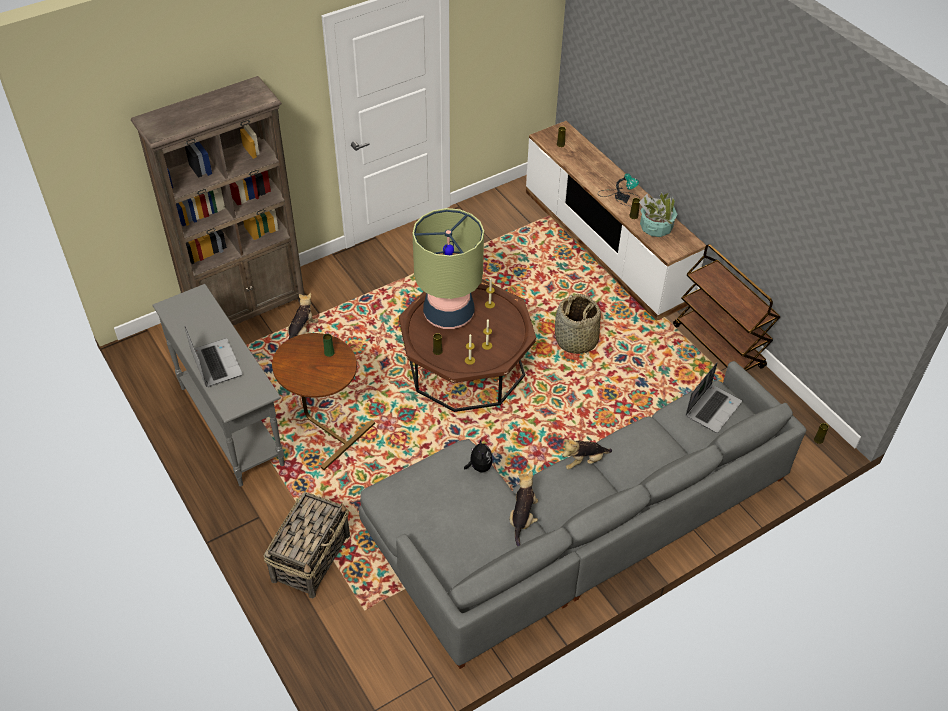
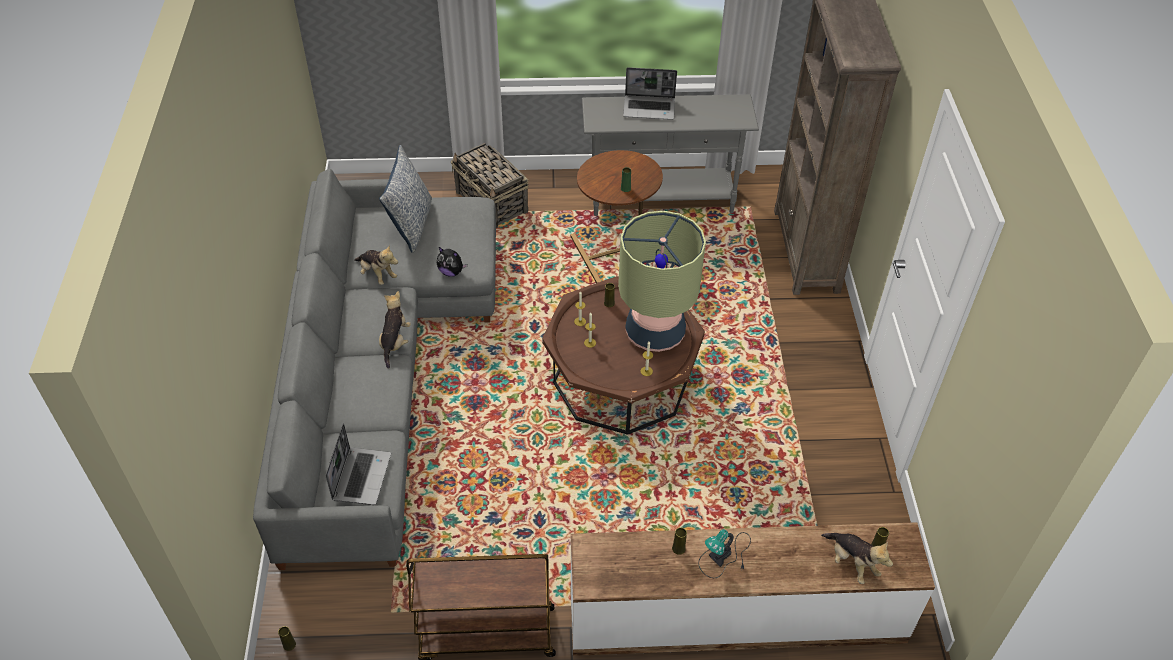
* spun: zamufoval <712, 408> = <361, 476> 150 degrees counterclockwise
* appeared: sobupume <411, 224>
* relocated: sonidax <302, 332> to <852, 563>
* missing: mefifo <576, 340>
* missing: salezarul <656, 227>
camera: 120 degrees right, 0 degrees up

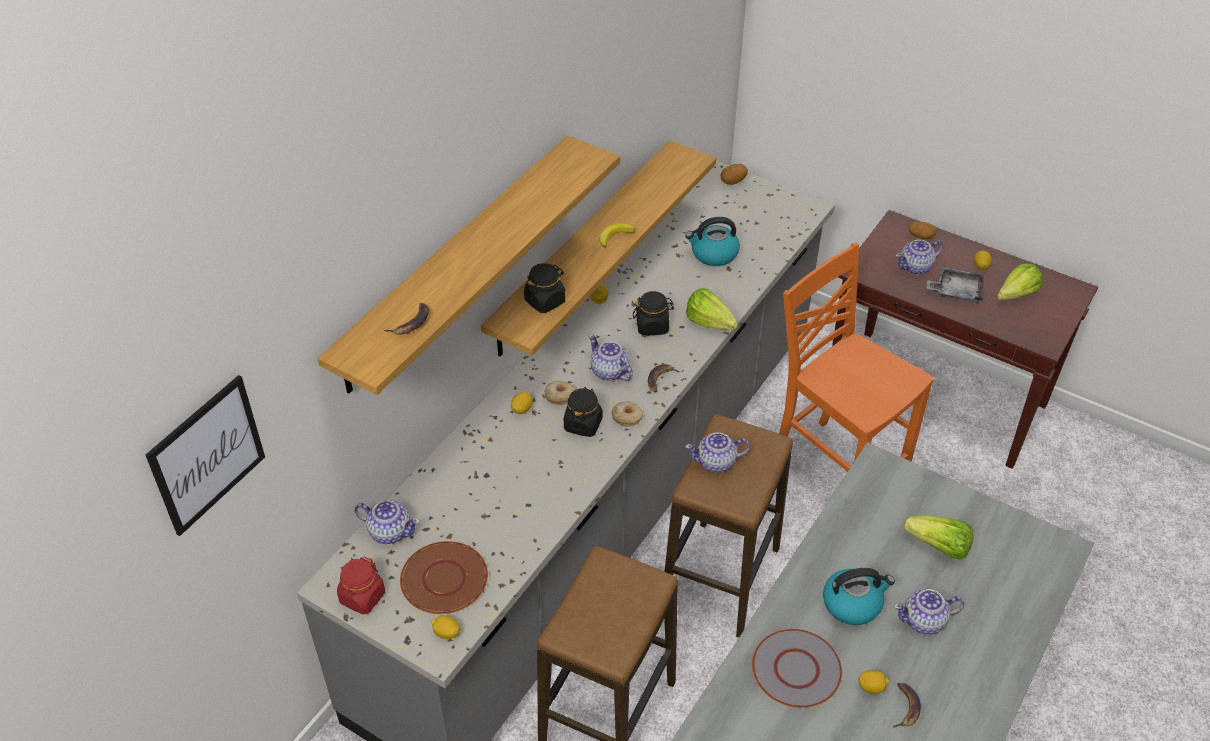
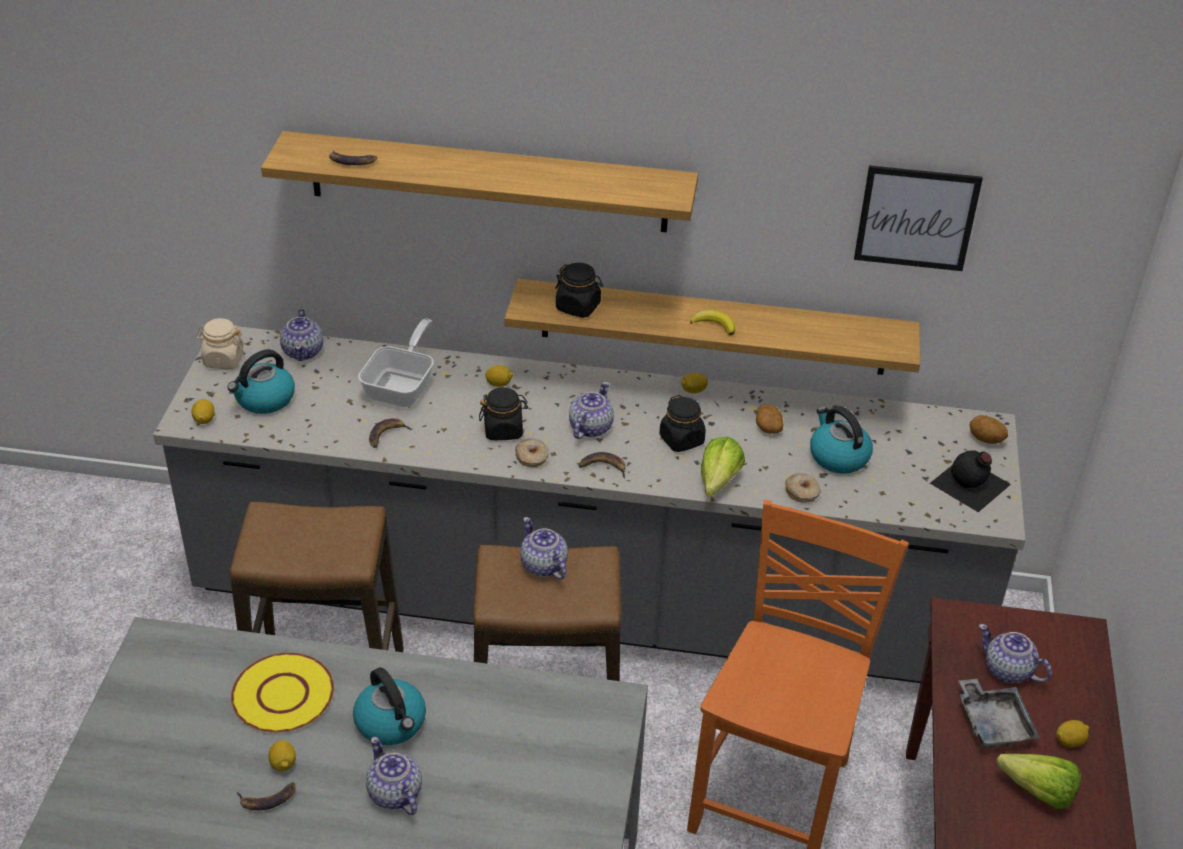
* colour: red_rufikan <362, 597> to beige_rufikan <223, 360>
* exchanged: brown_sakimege <444, 578> to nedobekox <264, 399>
* colour: grey_sakimege <797, 669> to yellow_sakimege <283, 695>
* appeared: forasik <403, 386>
* appeared: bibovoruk <386, 435>
* relocated: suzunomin <921, 236> to <768, 426>
* relocated: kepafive <560, 396> to <802, 493>
* relocated: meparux <207, 455> to <916, 218>
* appeared: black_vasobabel <970, 484>
* missing: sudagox <938, 547>
camera: 65 degrees right, 5 degrees down

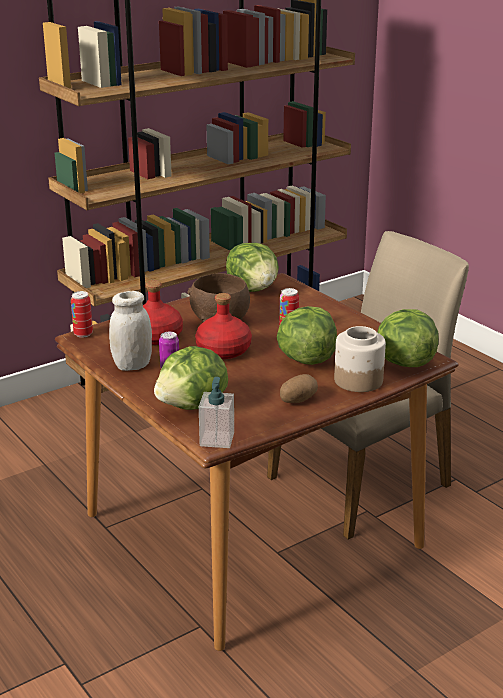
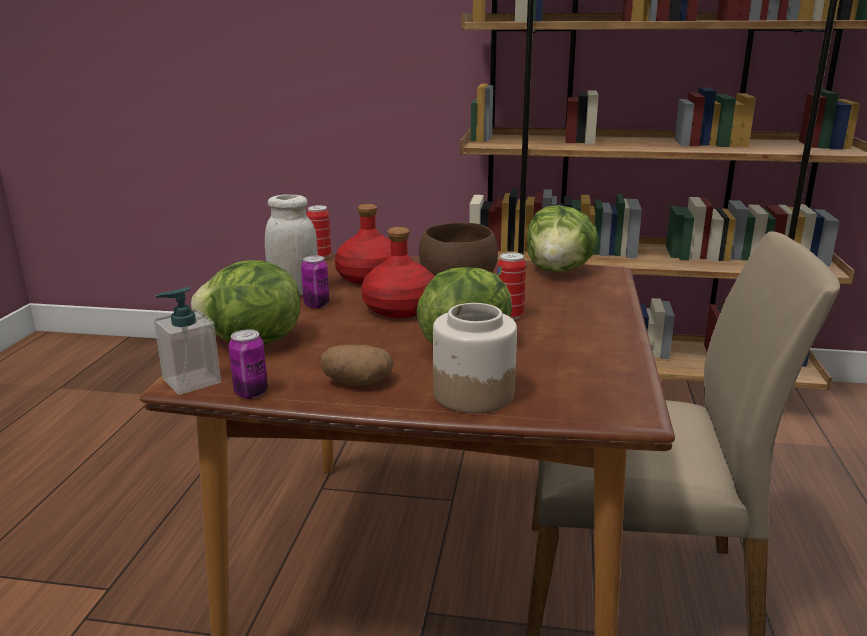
* appeared: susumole <251, 393>
* missing: sudagox <403, 362>
camera: 45 degrees right, 5 degrees down

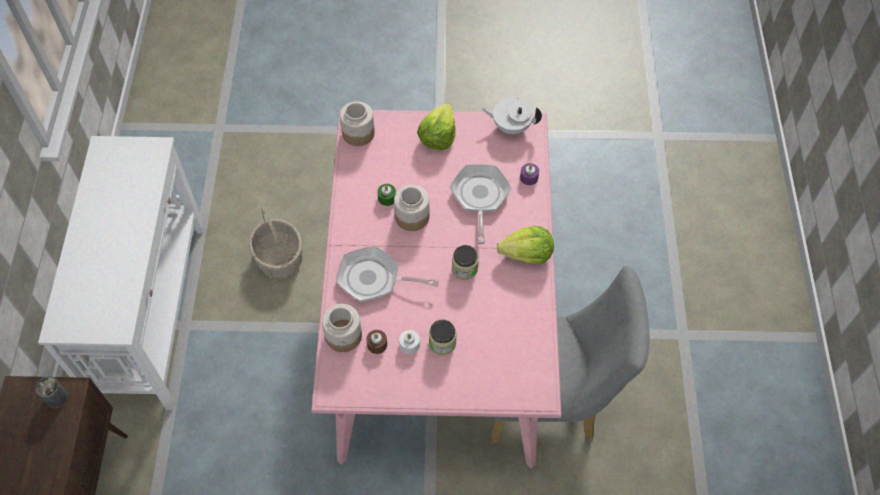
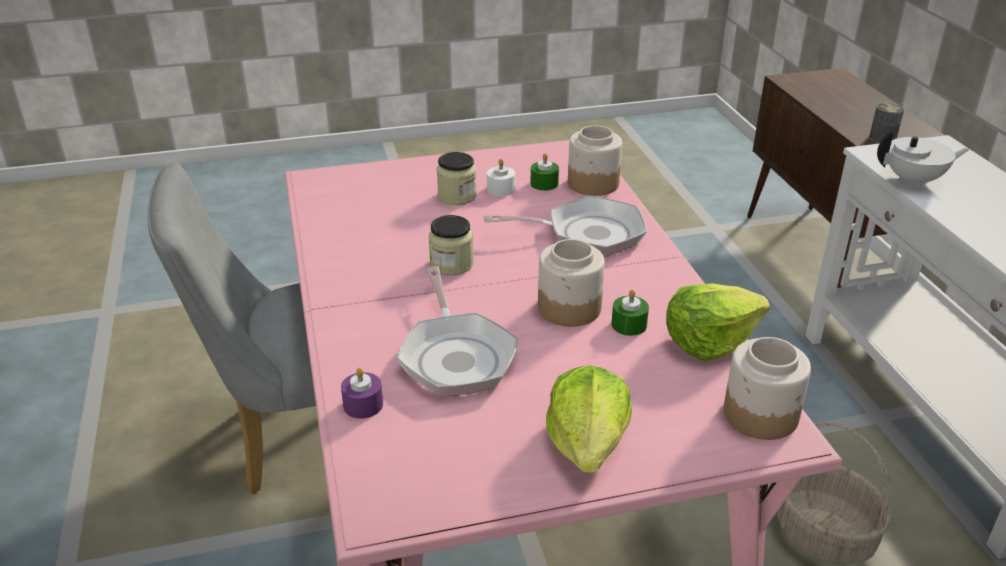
* colour: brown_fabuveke <377, 344> to green_fabuveke <544, 184>
* relocated: sudagox <527, 254> to <709, 341>
* relocated: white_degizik <511, 126> to <914, 181>
camera: 165 degrees right, 25 degrees down

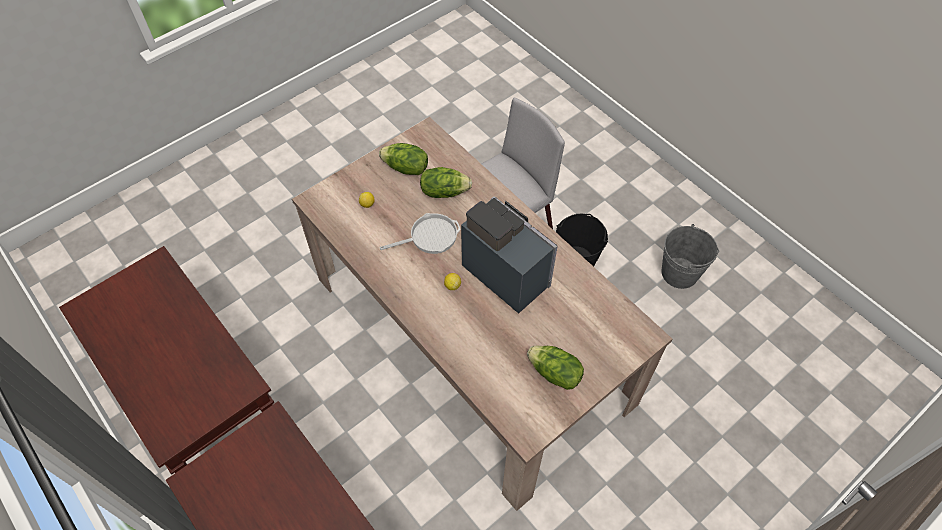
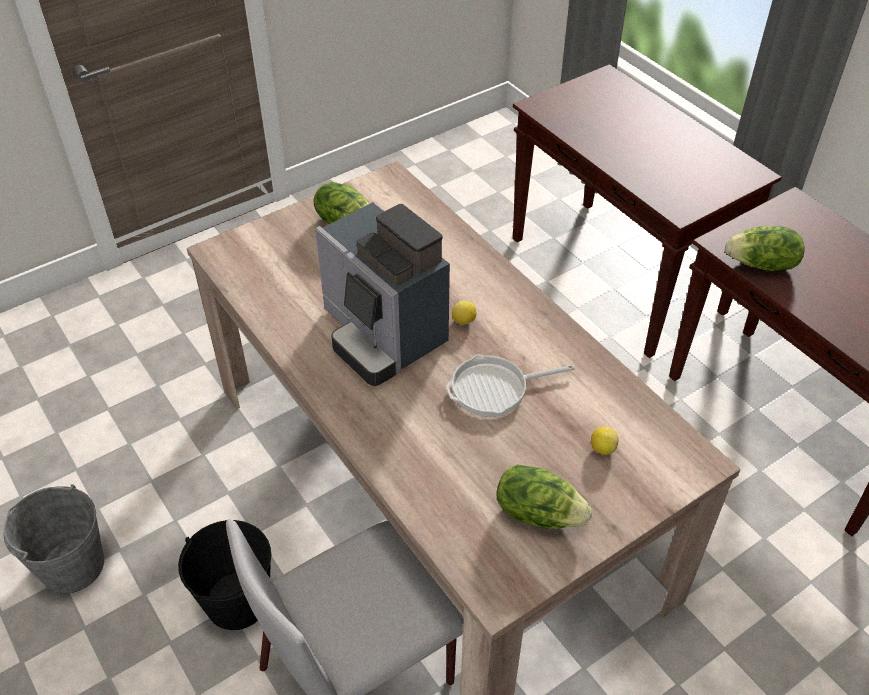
* relocated: sudagox <444, 191> to <762, 265>
camera: 175 degrees left, 10 degrees down

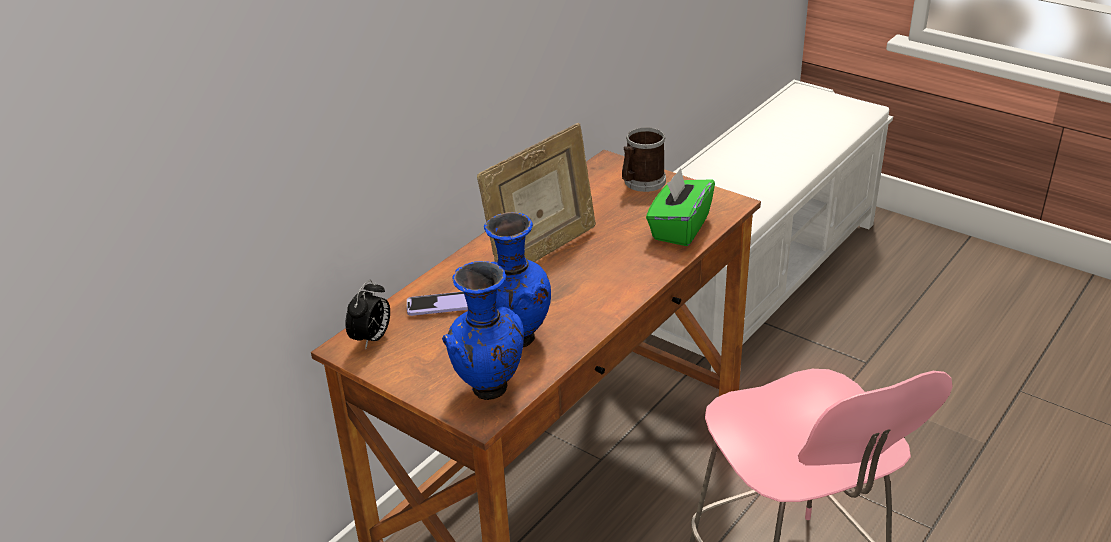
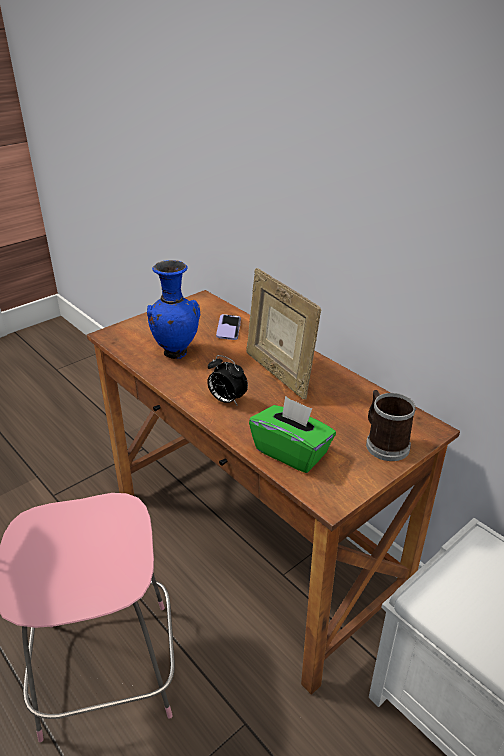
* relocated: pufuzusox <372, 339> to <226, 400>
* missing: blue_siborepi <489, 392>
camera: 100 degrees right, 0 degrees up

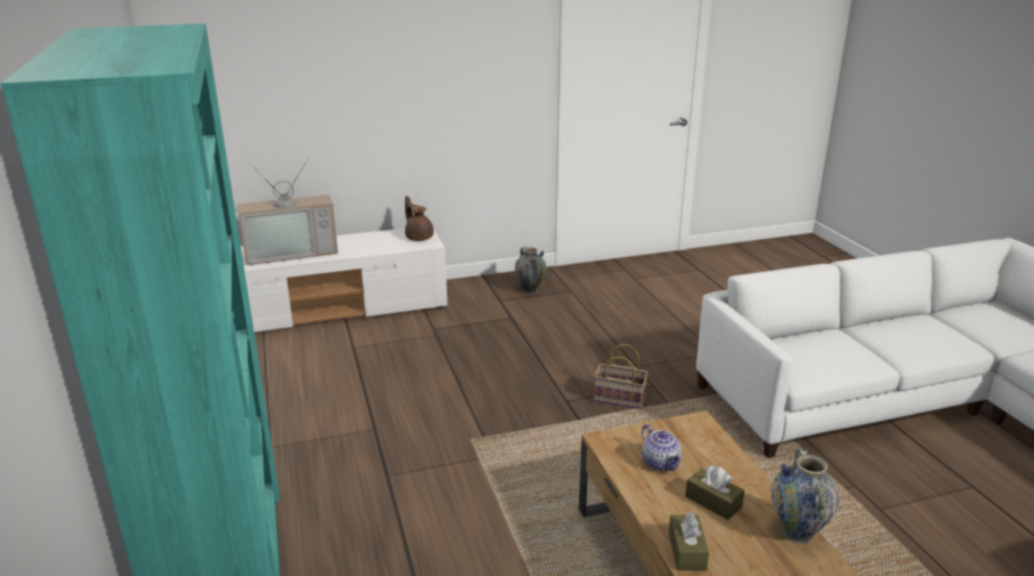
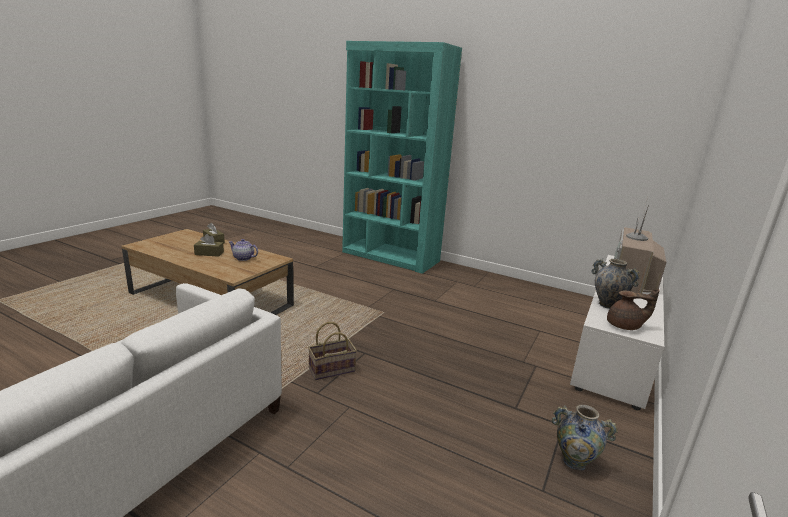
* relocated: siborepi <797, 532> to <607, 305>
camera: 135 degrees right, 5 degrees down

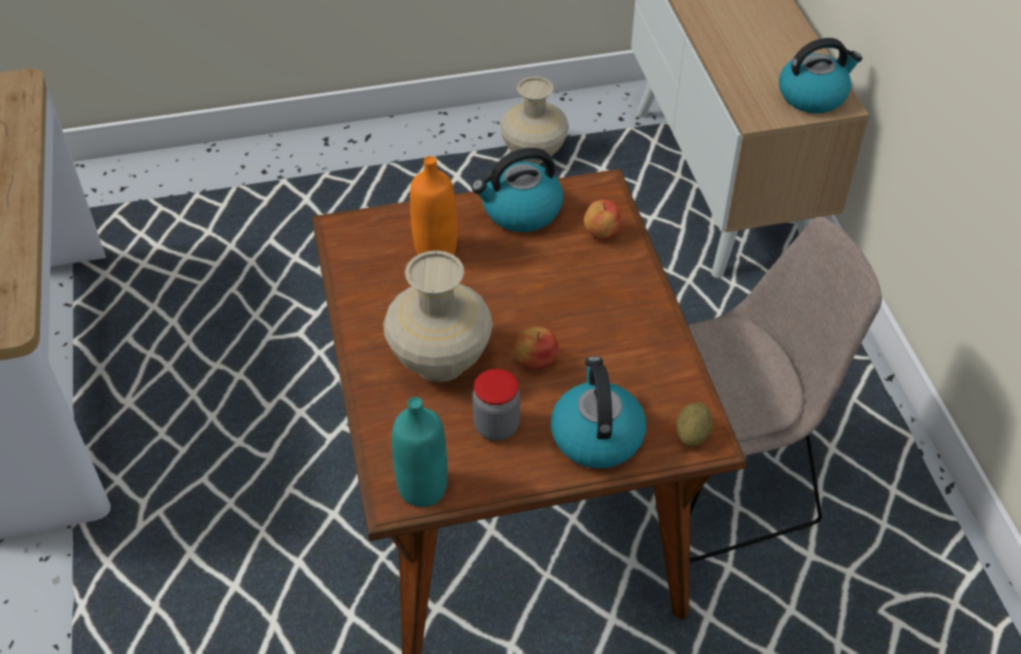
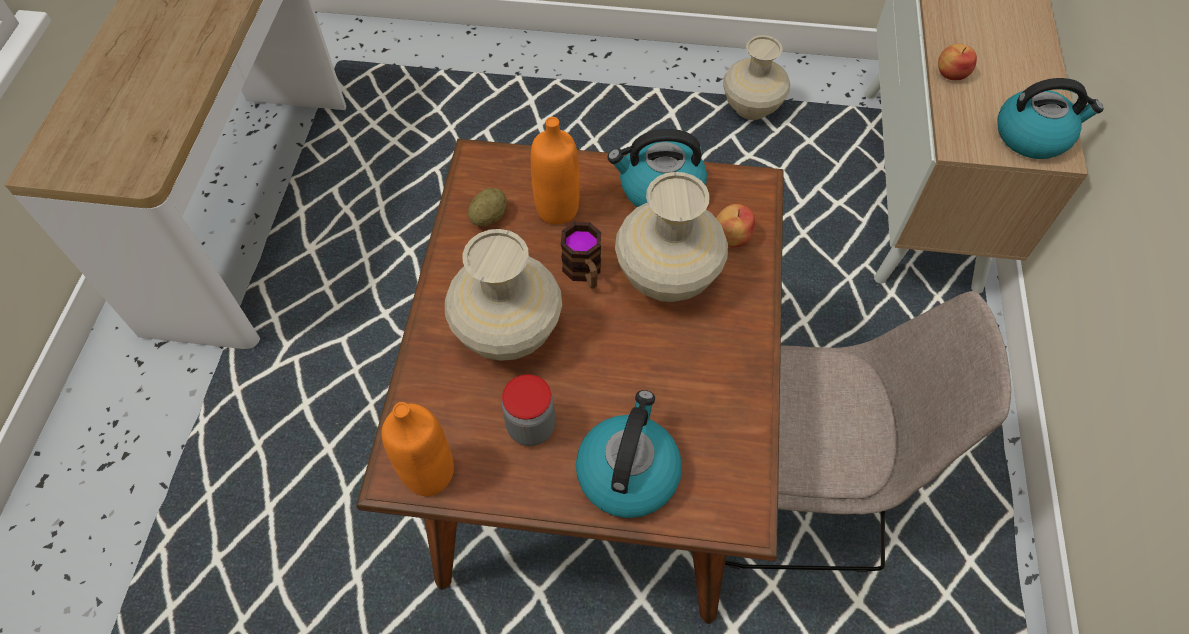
* colour: turquoise_vasobabel <423, 488> to orange_vasobabel <428, 473>
* relocated: suzunomin <692, 434> to <489, 217>
* appeared: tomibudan <584, 272>
* appeared: beige_siborepi <666, 280>
* relocated: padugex <536, 360> to <951, 73>
camera: 20 degrees right, 10 degrees up

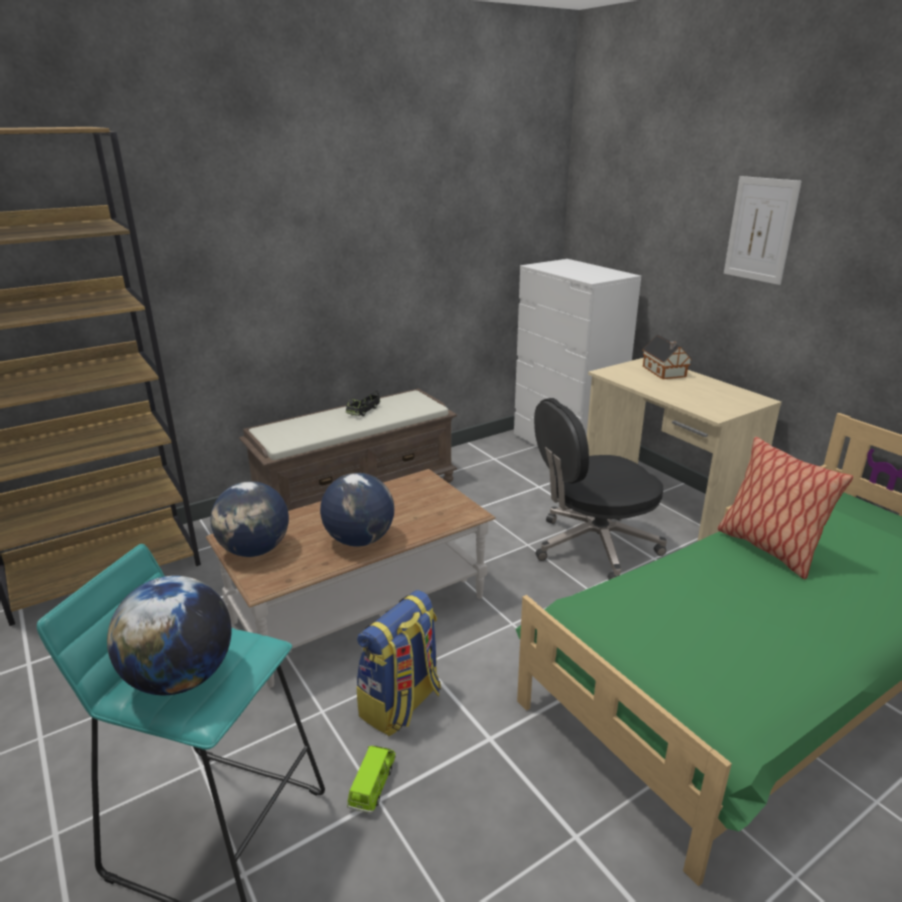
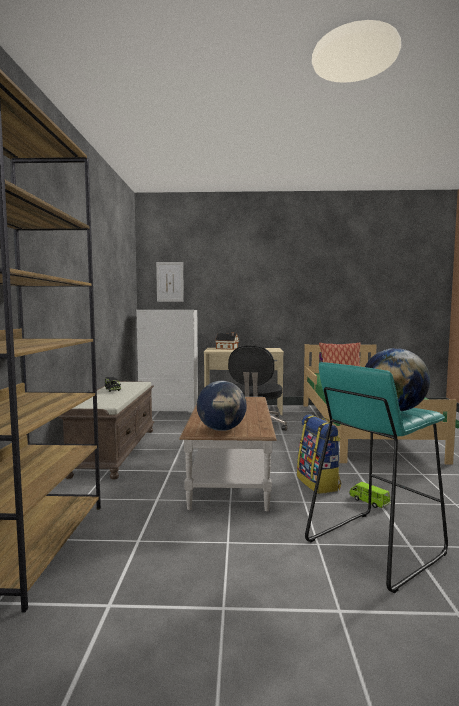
* relocated: meparux <760, 230> to <170, 282>
* missing: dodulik <359, 540>
camera: 55 degrees left, 20 degrees down

